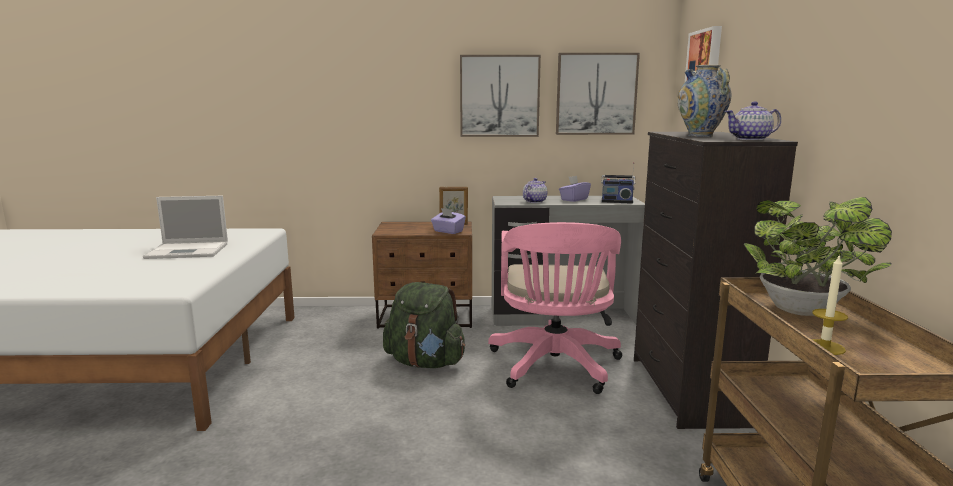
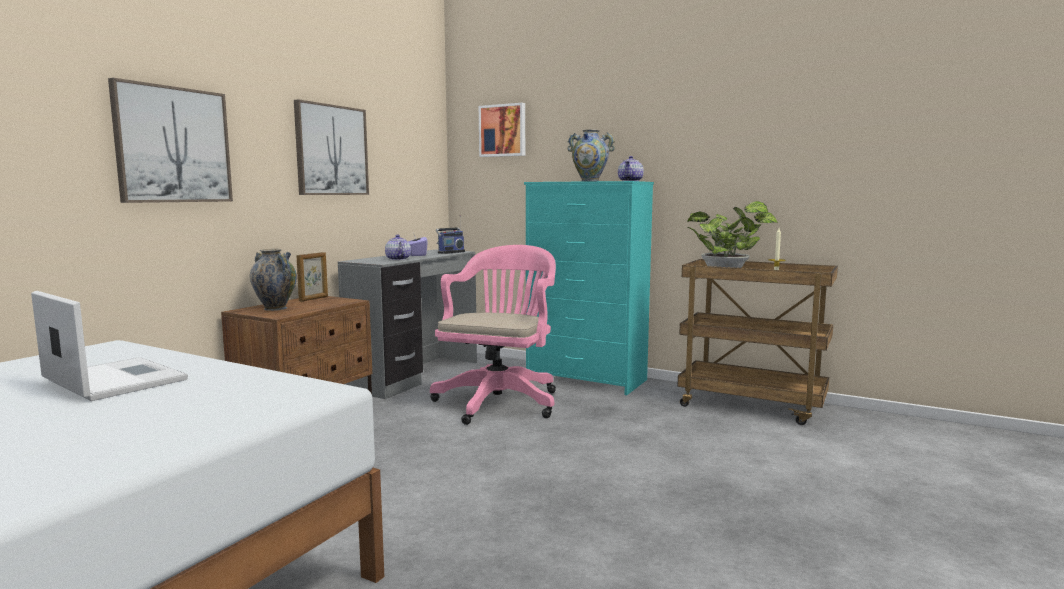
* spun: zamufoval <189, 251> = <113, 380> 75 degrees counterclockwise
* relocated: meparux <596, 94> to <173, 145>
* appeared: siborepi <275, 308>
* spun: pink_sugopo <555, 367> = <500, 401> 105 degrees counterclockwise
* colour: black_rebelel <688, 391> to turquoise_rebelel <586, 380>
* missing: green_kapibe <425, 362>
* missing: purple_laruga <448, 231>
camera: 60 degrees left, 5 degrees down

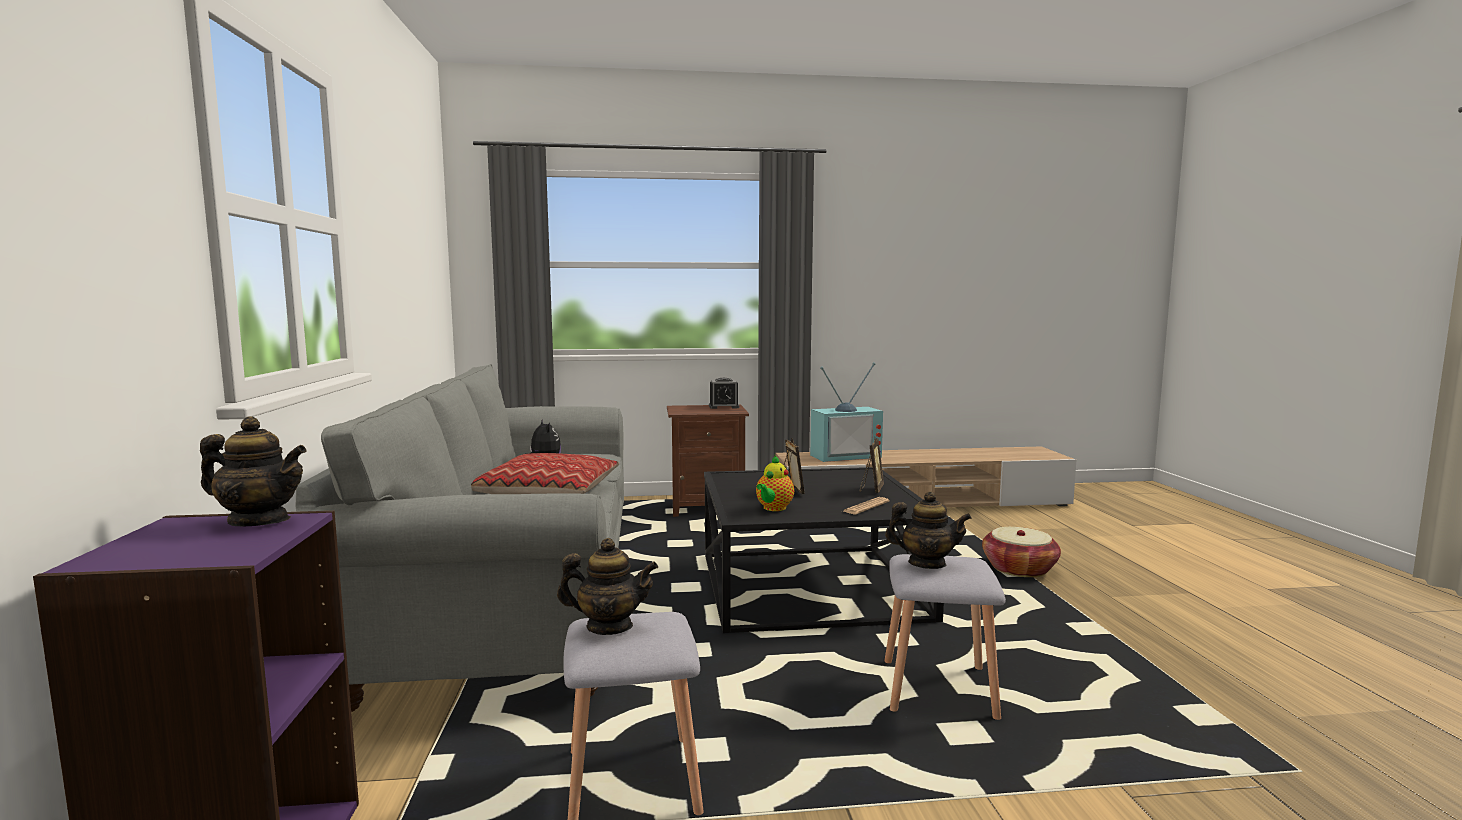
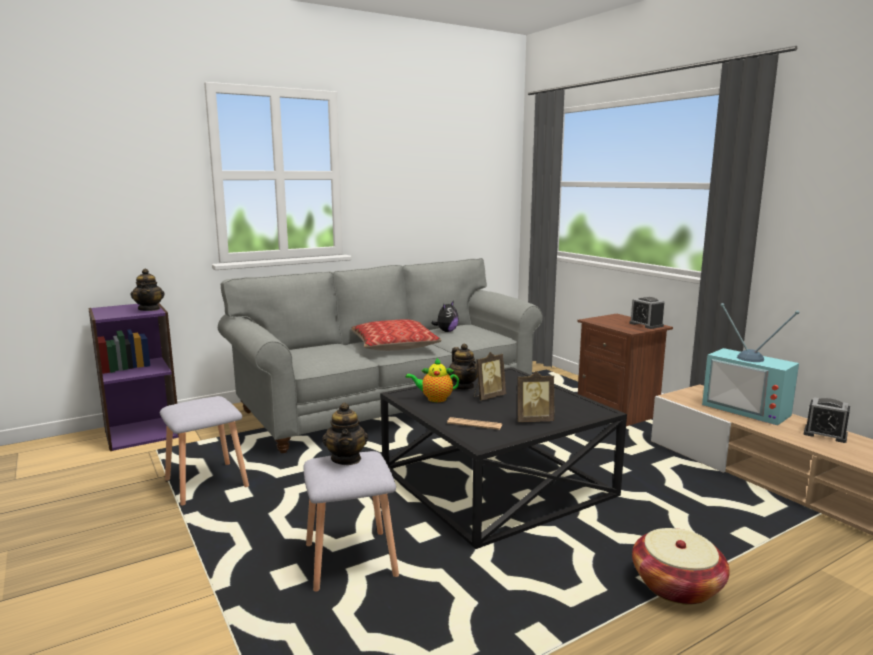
* relocated: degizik <609, 627> to <463, 386>
* appeared: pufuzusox <825, 434>
camera: 65 degrees right, 5 degrees up

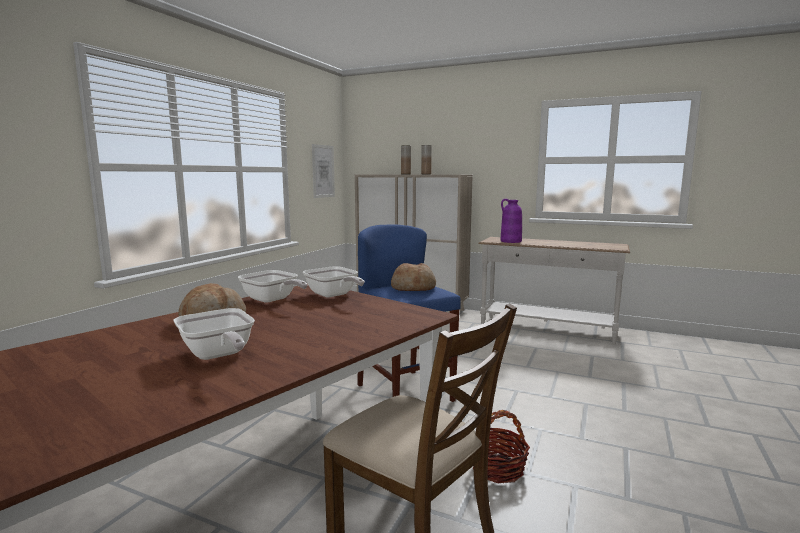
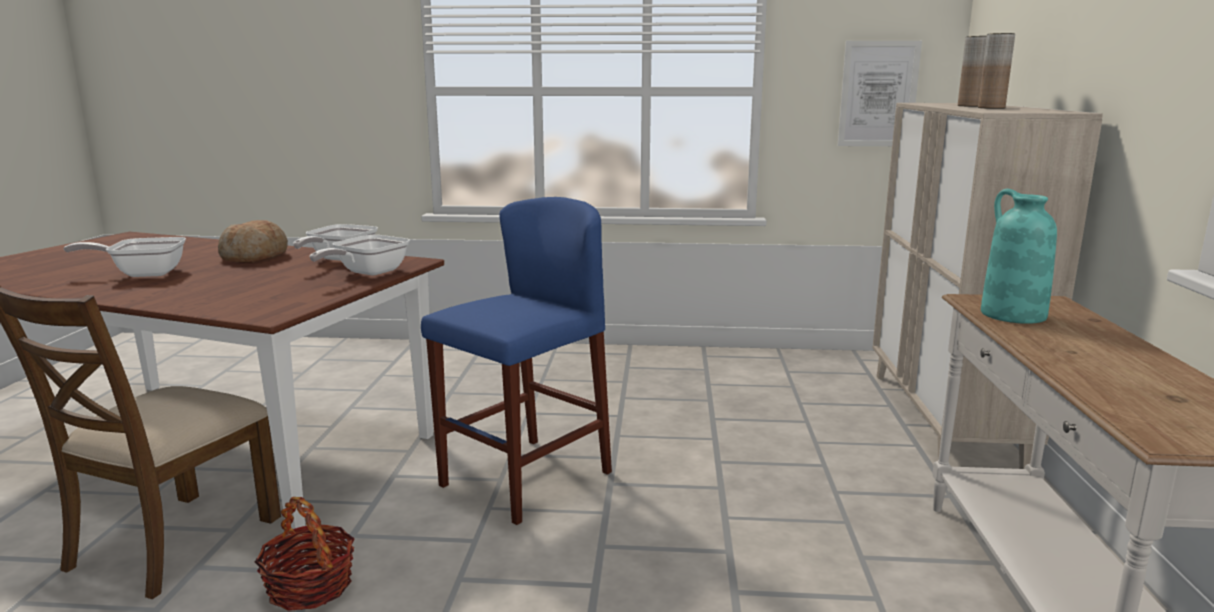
* spun: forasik <218, 355> = <143, 273> 45 degrees clockwise
* colour: purple_siborepi <510, 241> to turquoise_siborepi <1011, 315>
* missing: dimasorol <413, 287>
camera: 70 degrees right, 5 degrees up

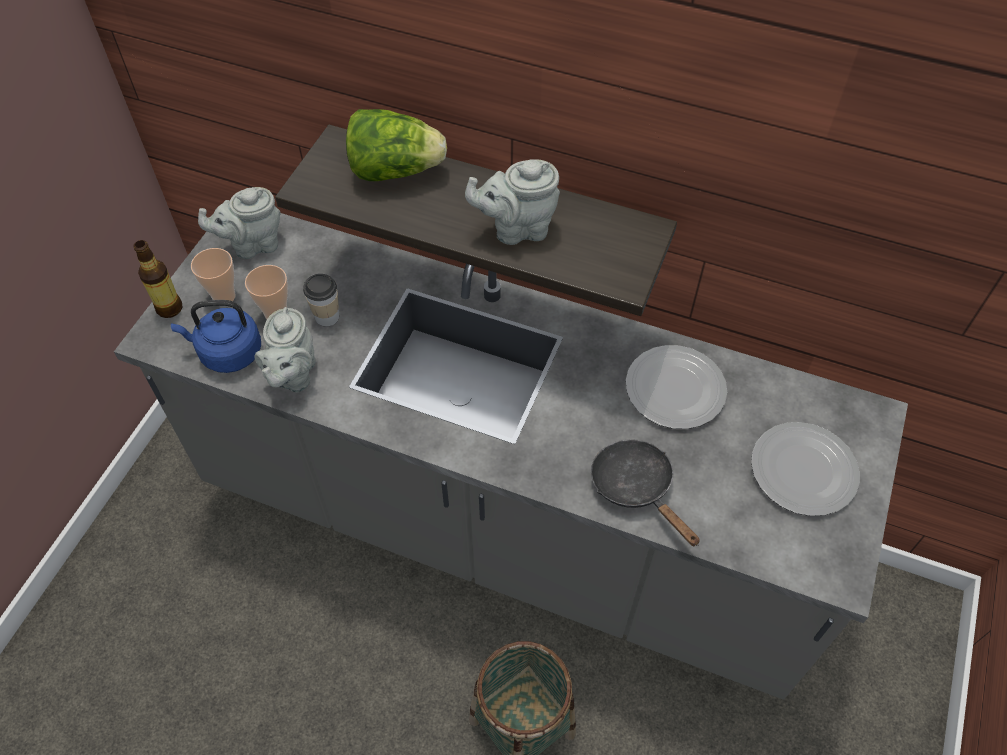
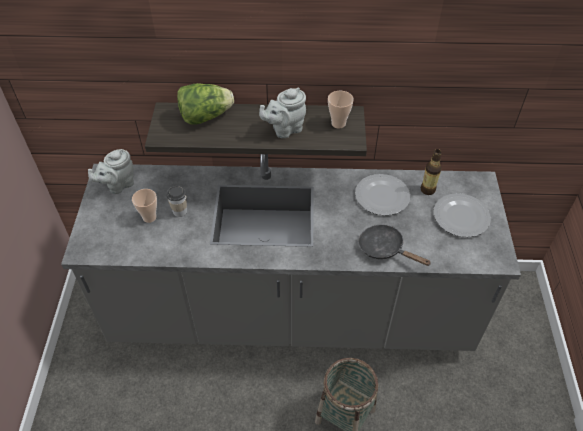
* relocated: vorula <224, 296> to <338, 123>
* relocated: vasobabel <169, 308> to <427, 190>
* missing: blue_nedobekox <227, 353>
* missing: grey_degizik <293, 375>
camera: 20 degrees left, 5 degrees down

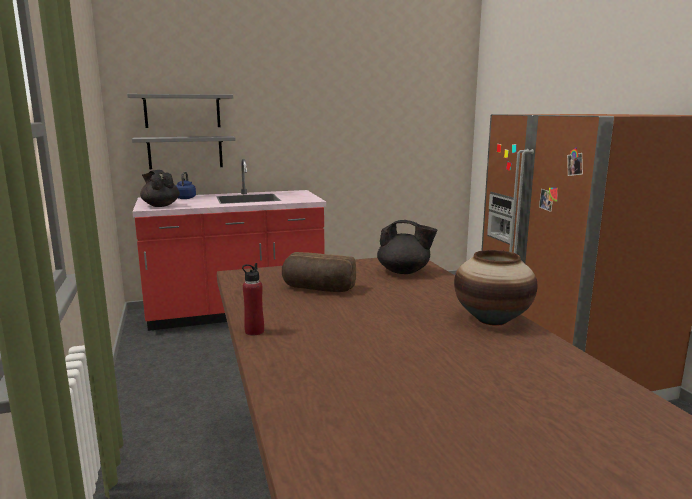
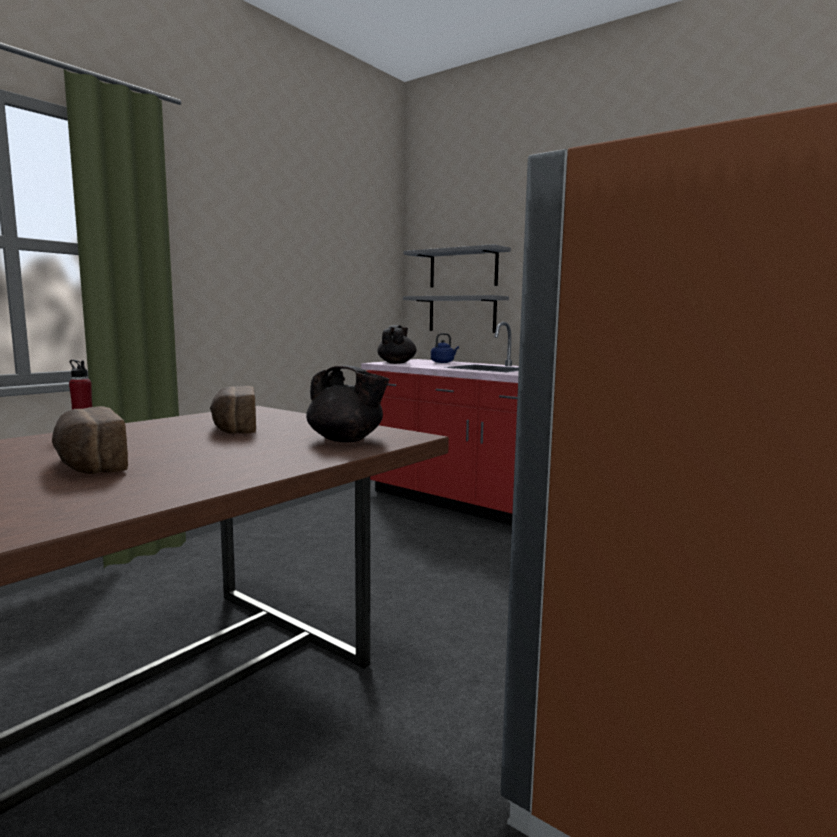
* appeared: dimasorol <88, 465>
* spun: black_degizik <404, 272> = <346, 440> 45 degrees counterclockwise
* missing: siborepi <492, 319>
camera: 55 degrees right, 5 degrees down

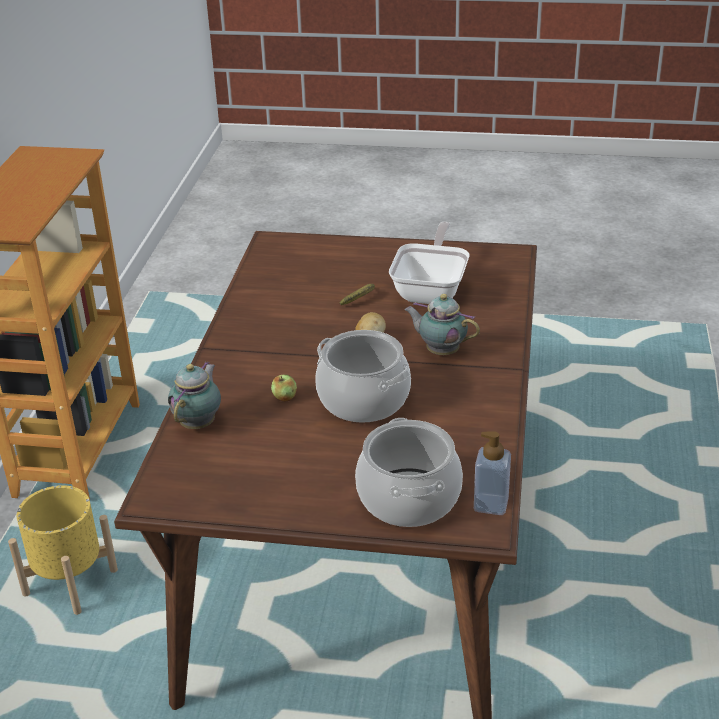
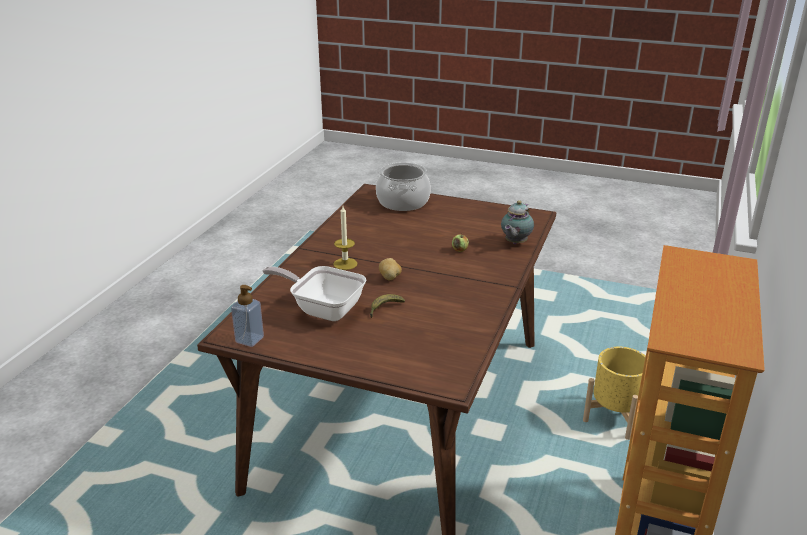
* relocated: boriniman <491, 504> to <249, 339>
* spun: forasik <432, 290> = <323, 309> 90 degrees clockwise
* exchanged: degizik <440, 351> to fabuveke <345, 264>
* missing: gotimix <363, 400>
camera: 170 degrees left, 5 degrees down

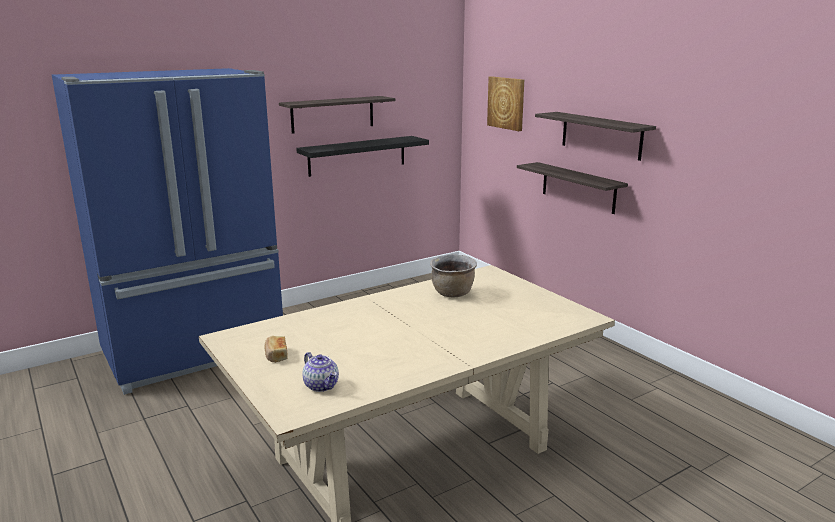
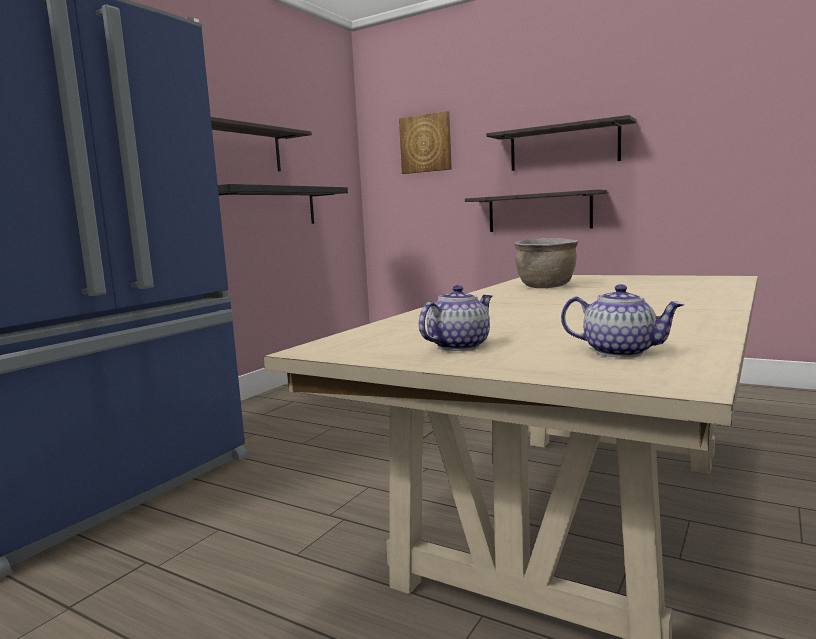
* exchanged: dimasorol <276, 355> to degizik <458, 346>
camera: 25 degrees left, 10 degrees down

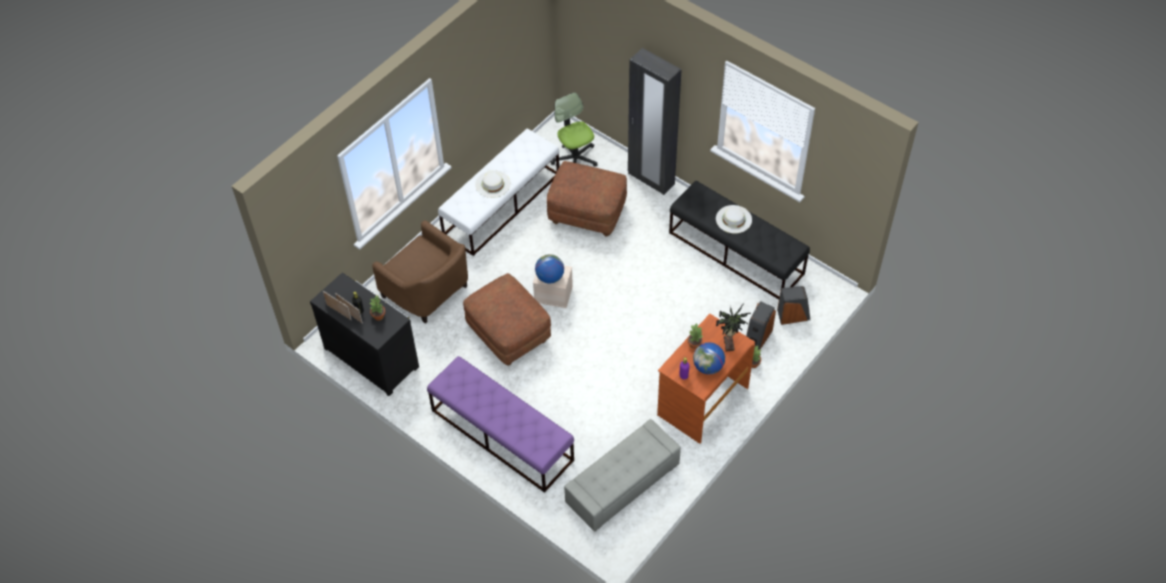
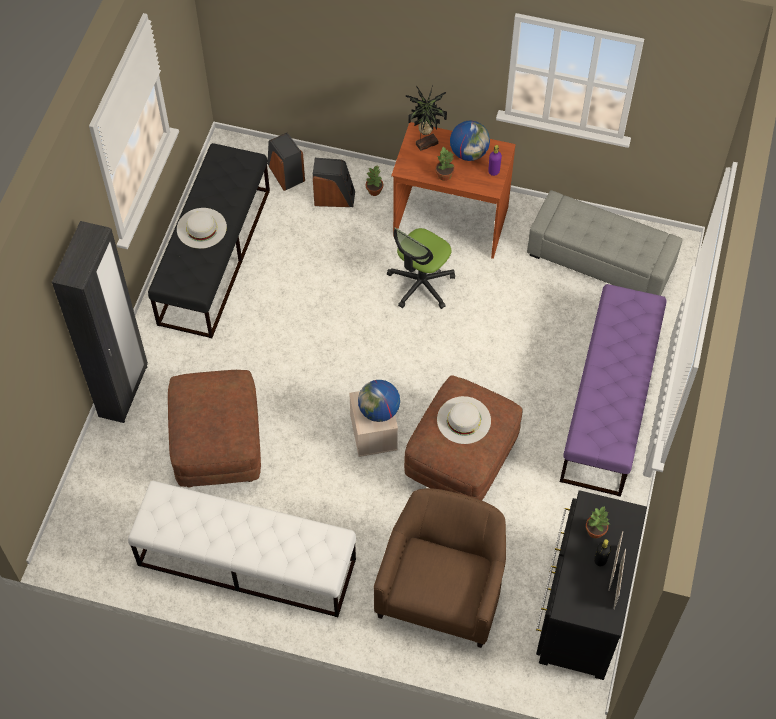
* relocated: sugopo <575, 159> to <421, 284>
* relocated: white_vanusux <492, 184> to <464, 420>
camera: 115 degrees left, 5 degrees up

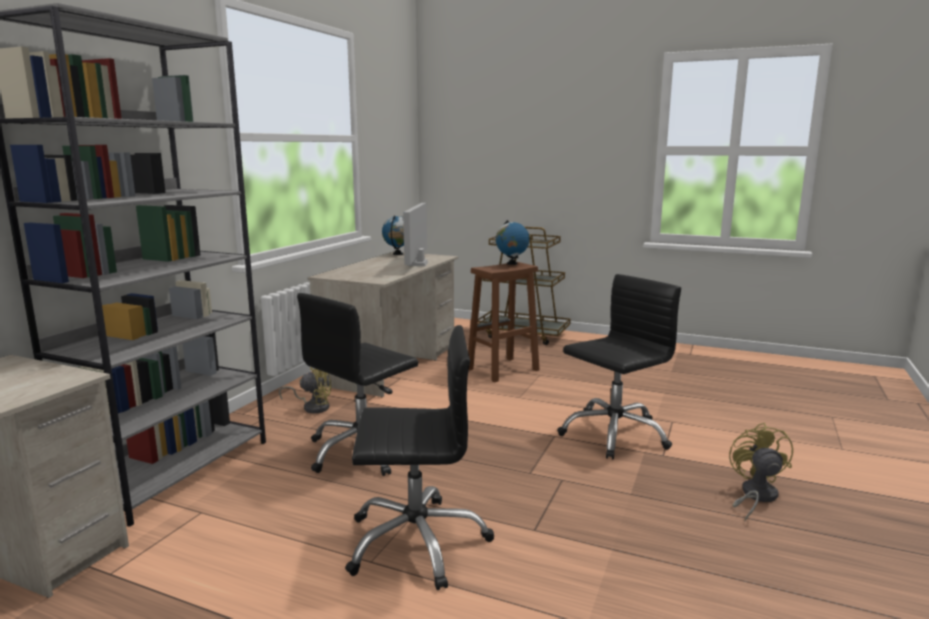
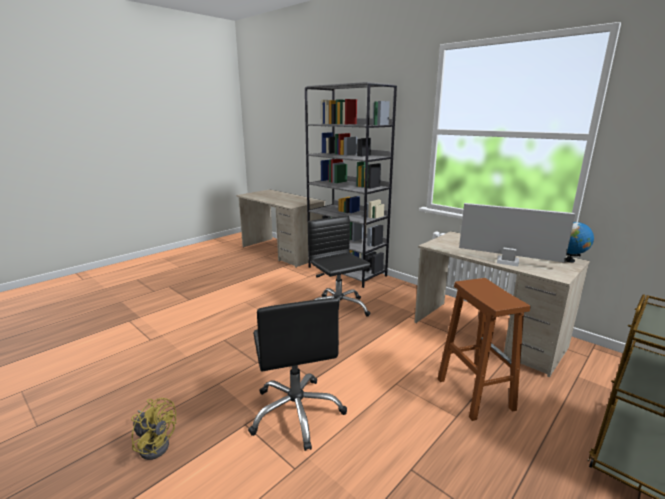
* missing: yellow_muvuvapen <313, 407>
* missing: black_sugopo <417, 542>
* missing: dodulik <511, 263>
camera: 110 degrees right, 5 degrees up

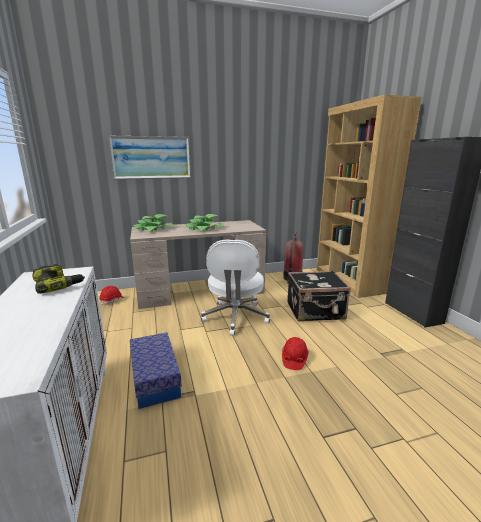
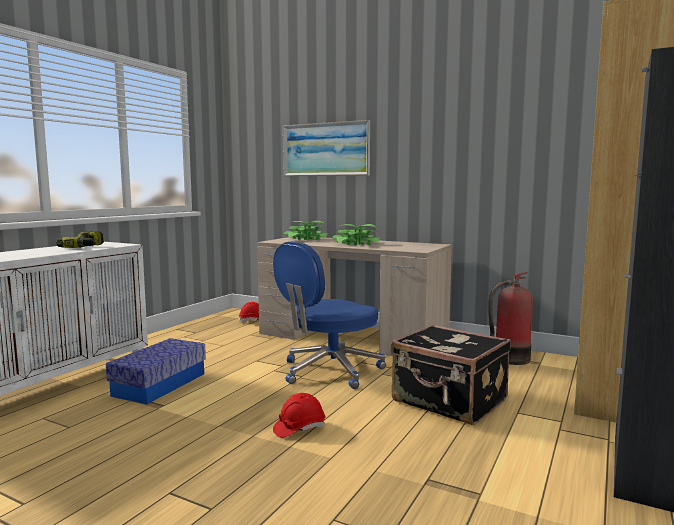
* colour: white_sugopo <235, 318> to blue_sugopo <329, 371>
camera: 45 degrees right, 10 degrees down

